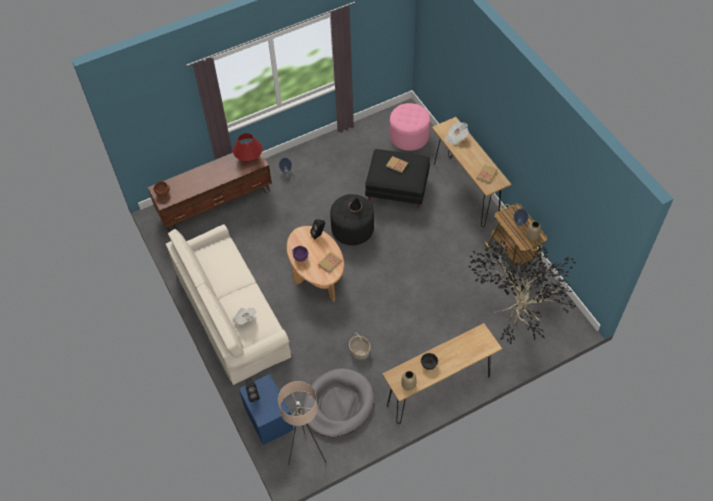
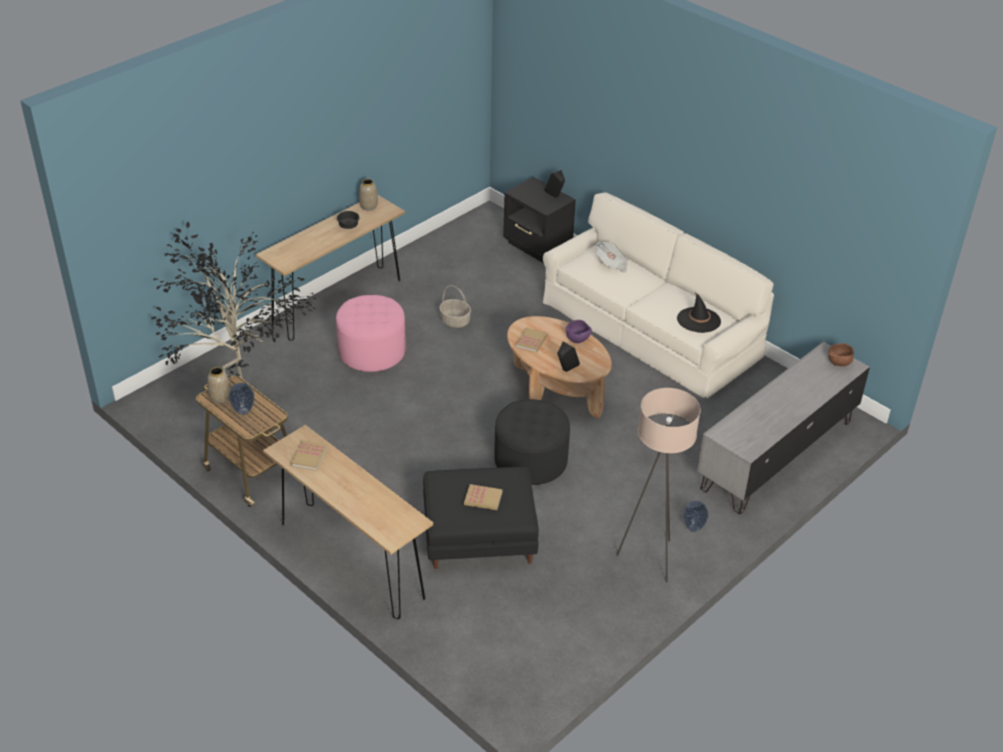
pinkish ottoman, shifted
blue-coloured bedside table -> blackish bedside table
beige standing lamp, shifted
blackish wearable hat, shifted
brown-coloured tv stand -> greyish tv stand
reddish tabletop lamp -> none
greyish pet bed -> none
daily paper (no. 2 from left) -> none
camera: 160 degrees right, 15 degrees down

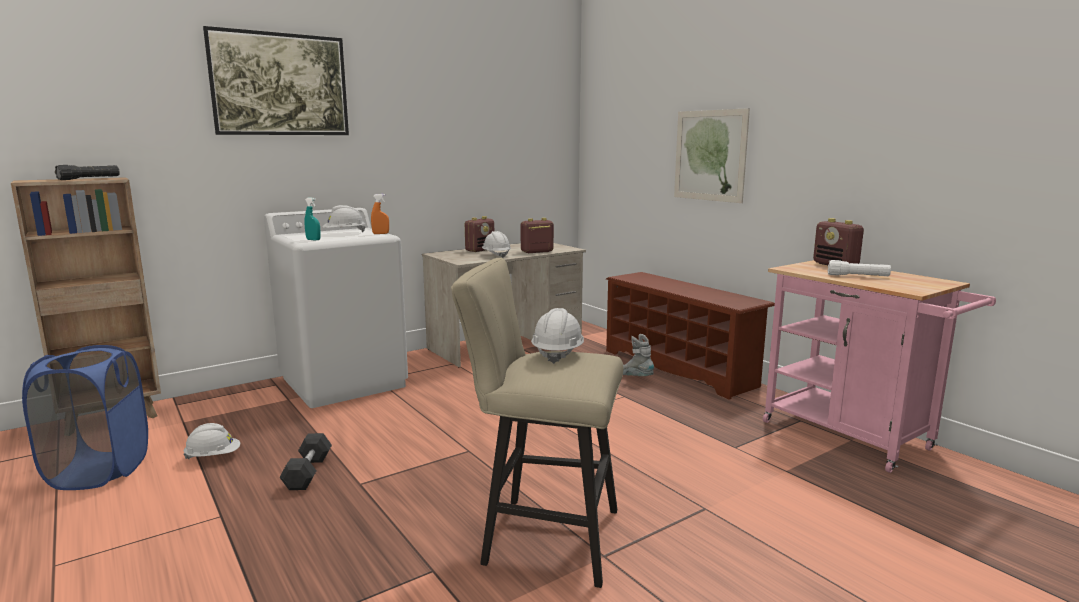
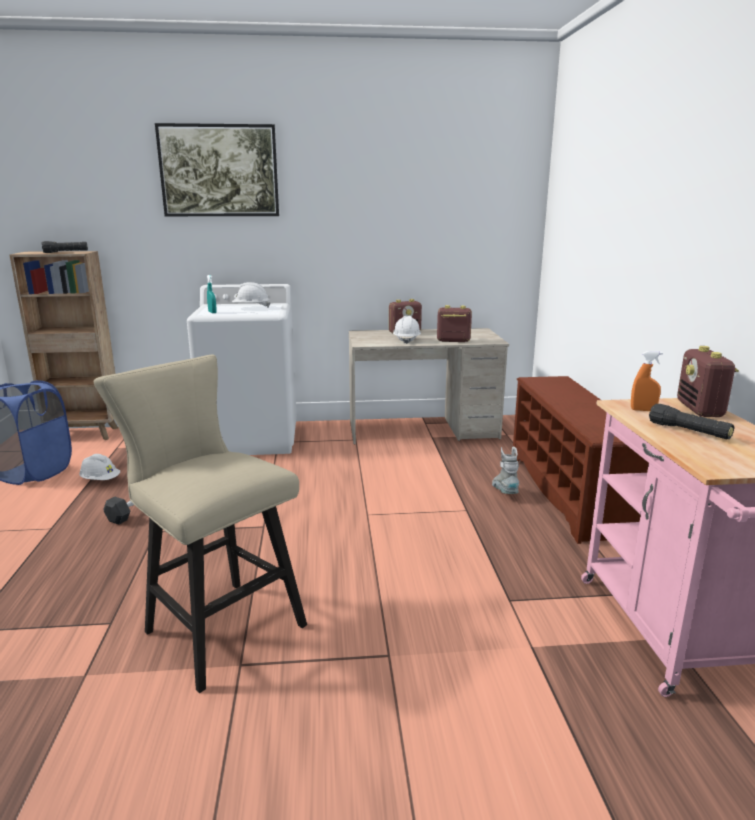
orange-coloured spray bottle, shifted
white torch -> blackish torch (no. 2 from left)
white safety helmet (no. 4 from left) -> none
wall picture (no. 2 from left) -> none
camera: 30 degrees right, 5 degrees up

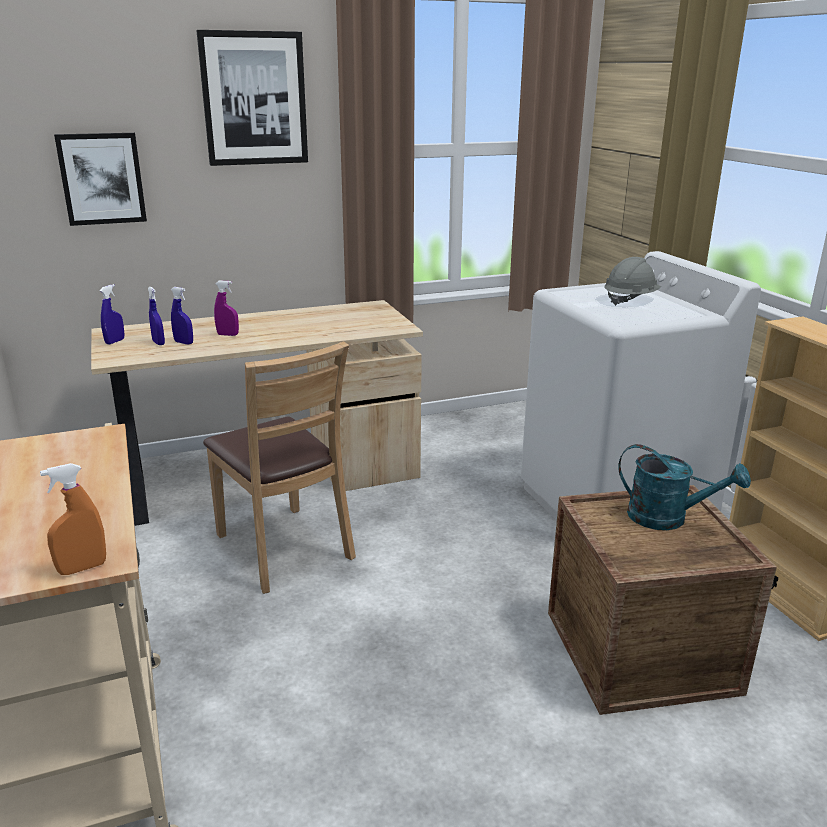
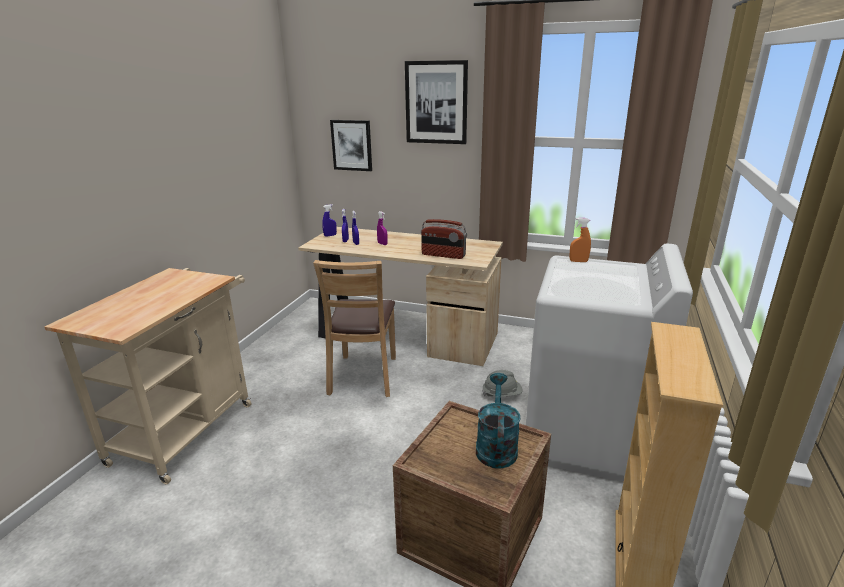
none -> radio receiver
blue-green watering can, 150 degrees counterclockwise
greyish safety helmet, shifted
orange-coloured spray bottle, shifted
camera: 40 degrees right, 0 degrees up

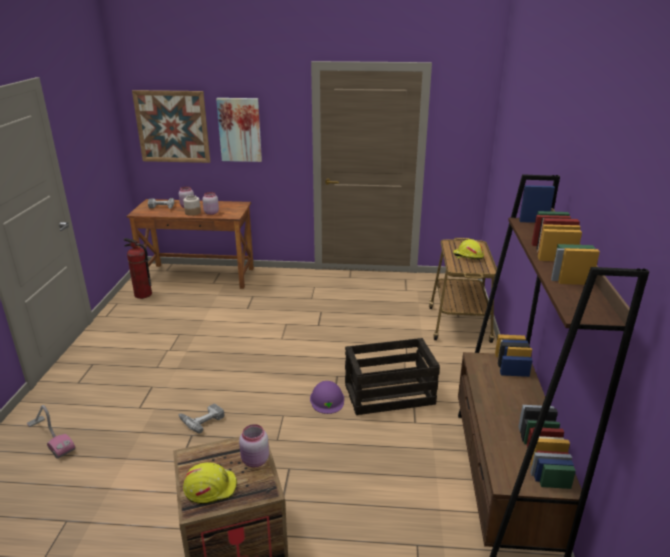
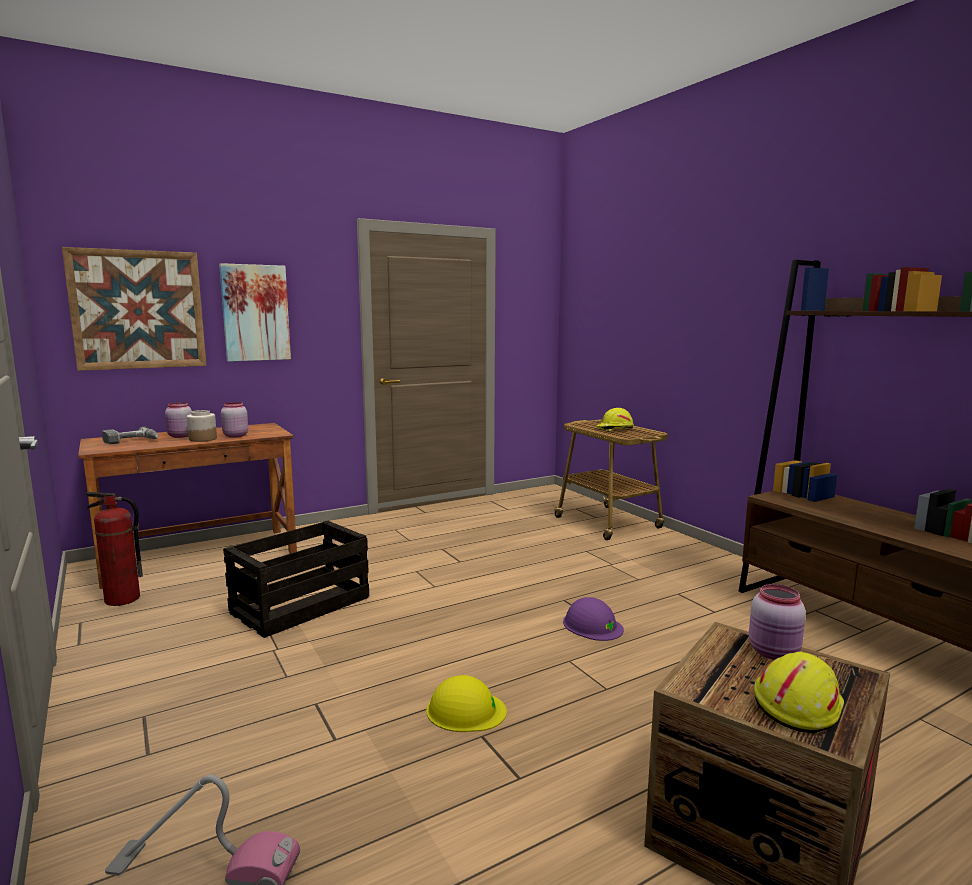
packing crate (no. 2 from left in the first image) -> packing crate (no. 1 from left), shifted
drill (no. 2 from left) -> yellowish safety helmet (no. 1 from left)
camera: 35 degrees left, 15 degrees down

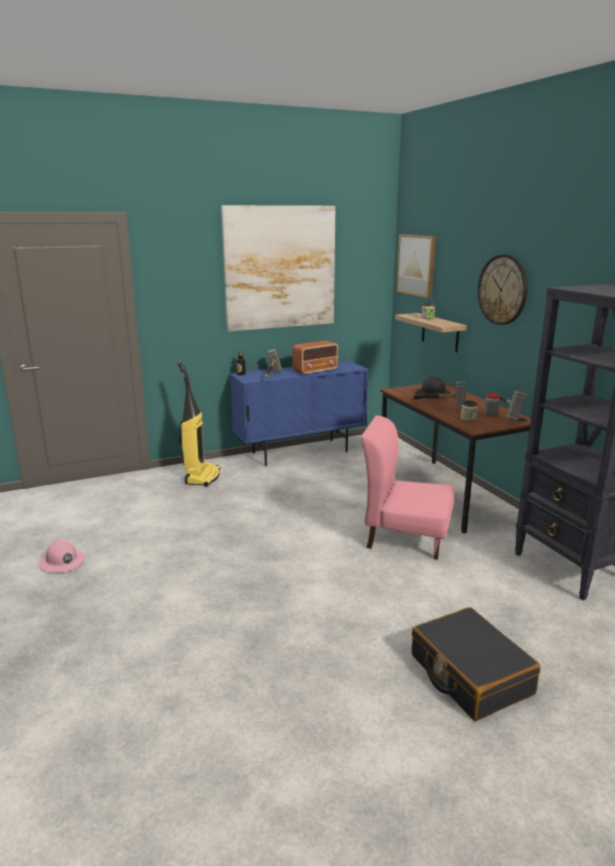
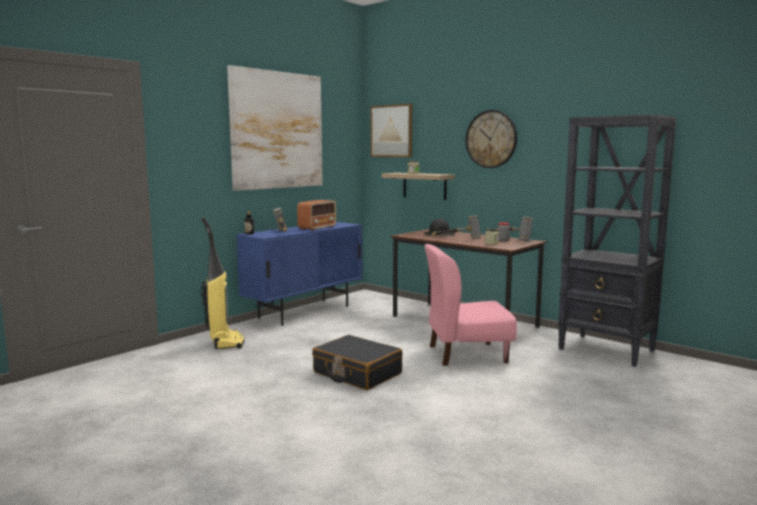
blackish piece of luggage, shifted
pinkish safety helmet -> none
camera: 25 degrees left, 10 degrees down

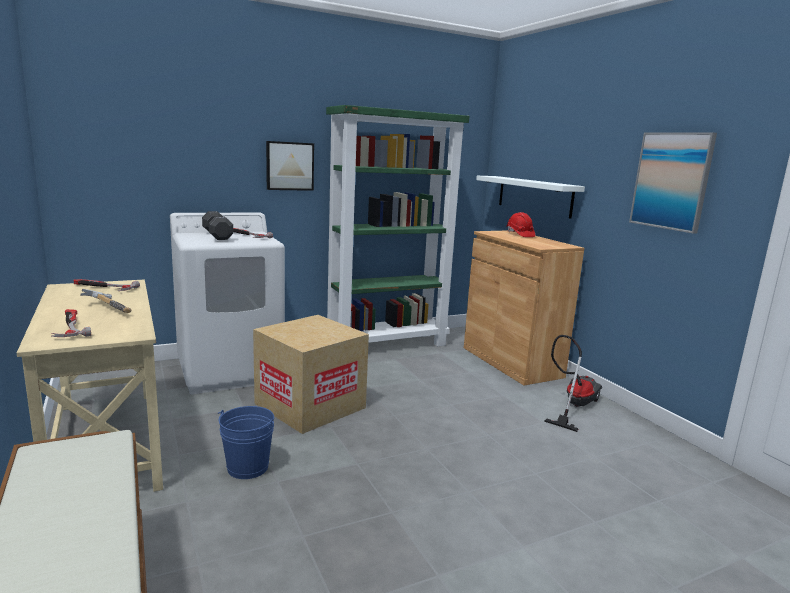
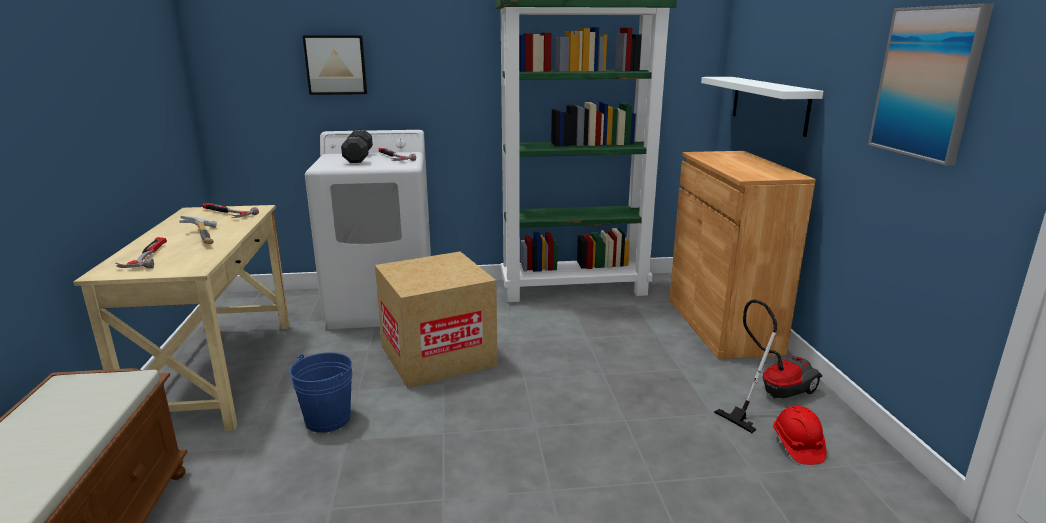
wall picture (no. 1 from left), shifted
reddish safety helmet, shifted
camera: 20 degrees right, 5 degrees up

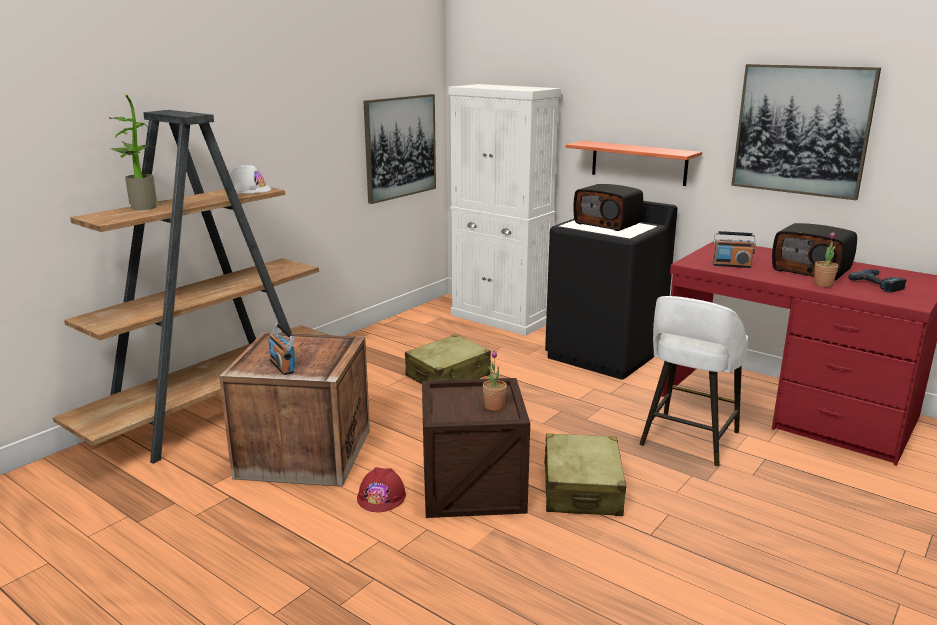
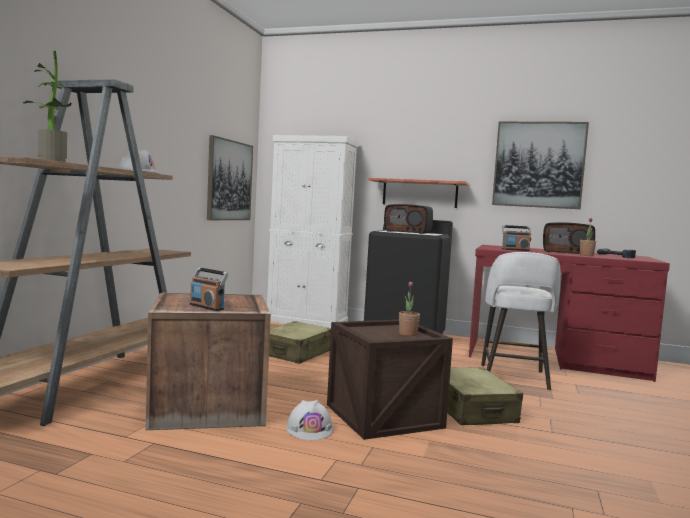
reddish safety helmet -> white safety helmet (no. 2 from left)
camera: 20 degrees left, 15 degrees down

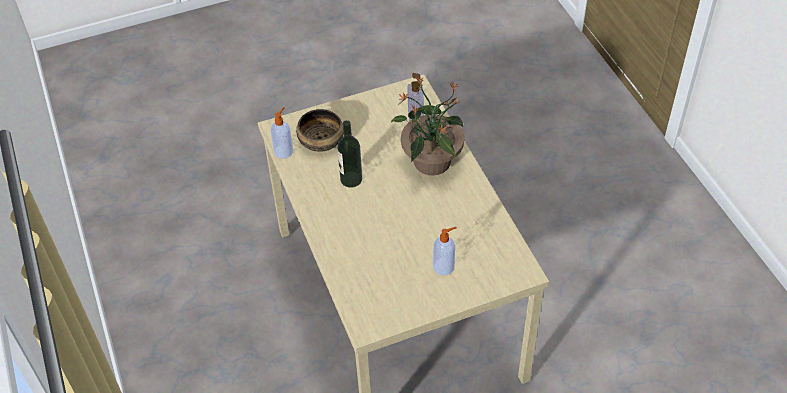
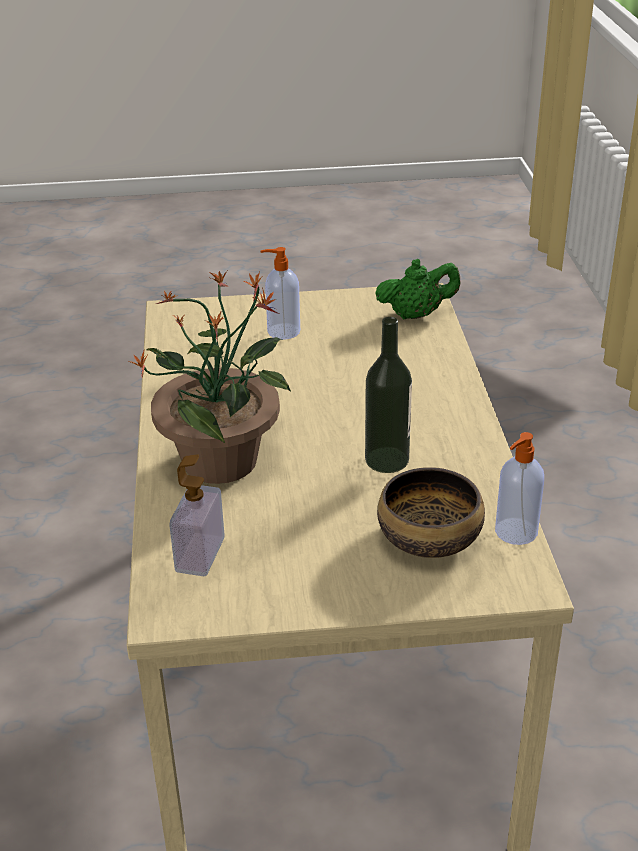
none -> greenish teapot
camera: 165 degrees left, 15 degrees down

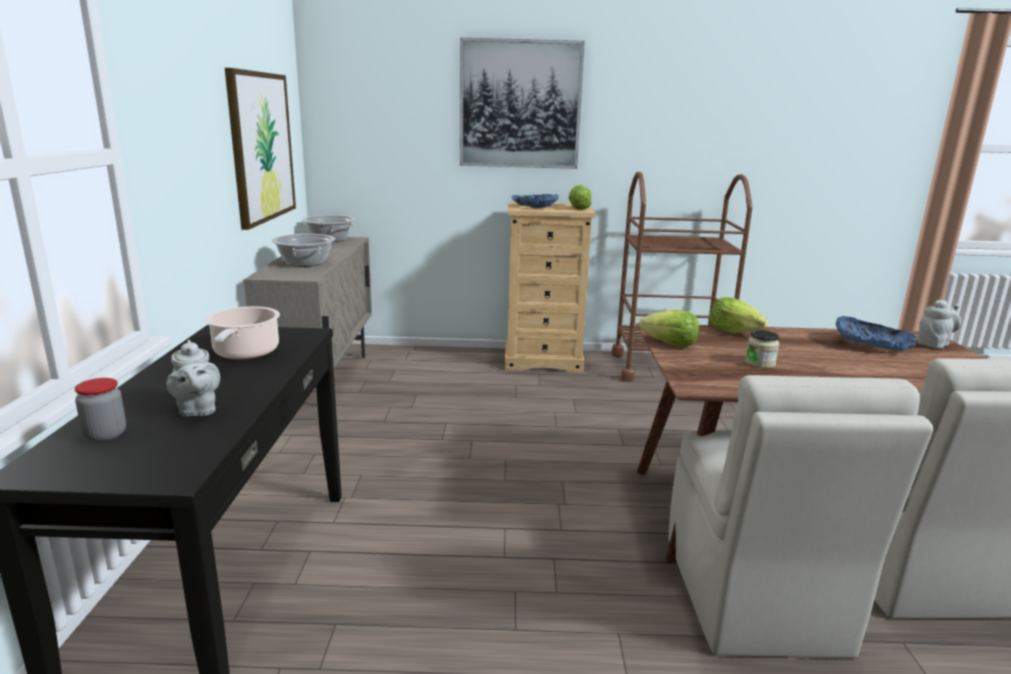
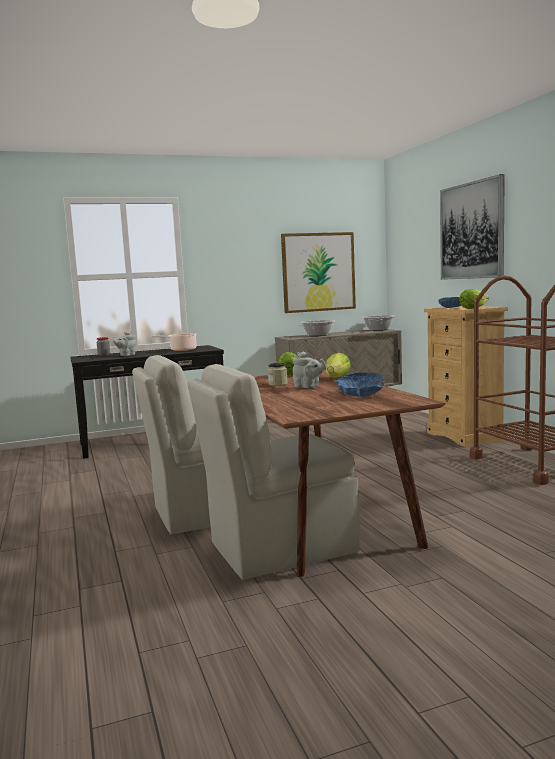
greyish teapot (no. 2 from left), shifted
camera: 70 degrees right, 10 degrees down

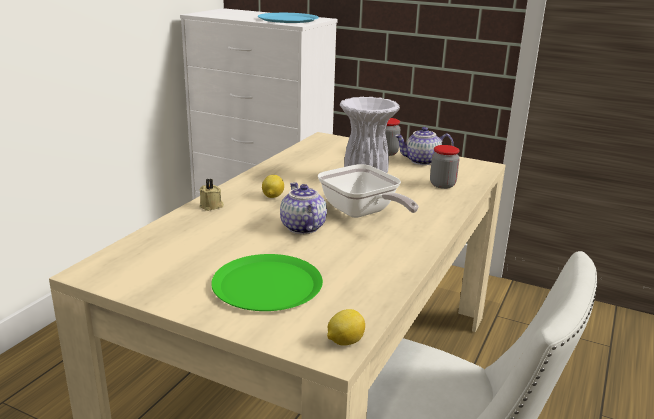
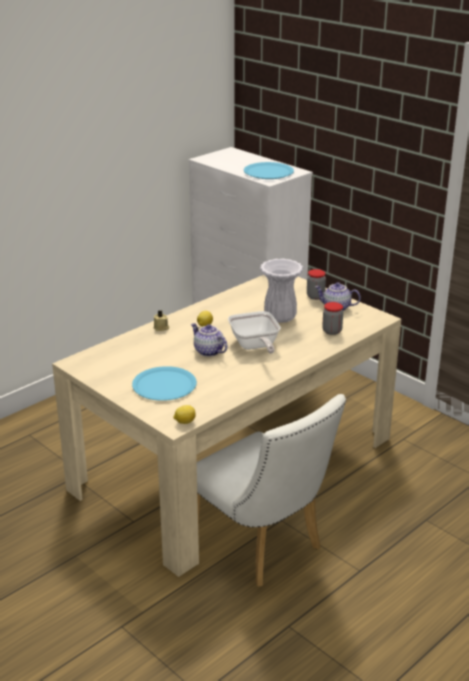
greenish plate -> blue-coloured plate (no. 1 from left)
teapot (no. 1 from left), 45 degrees counterclockwise
camera: 20 degrees right, 5 degrees up

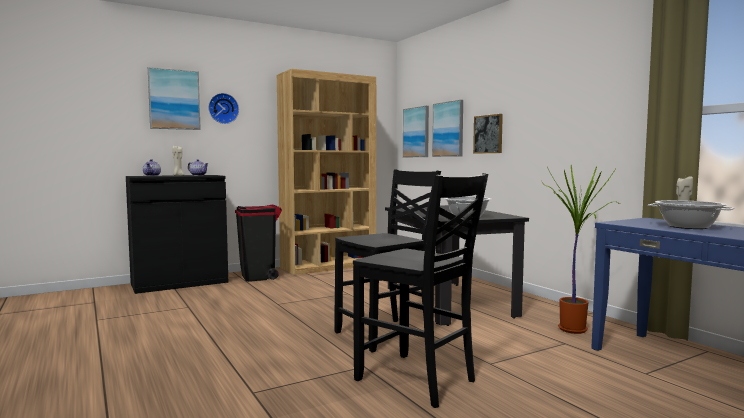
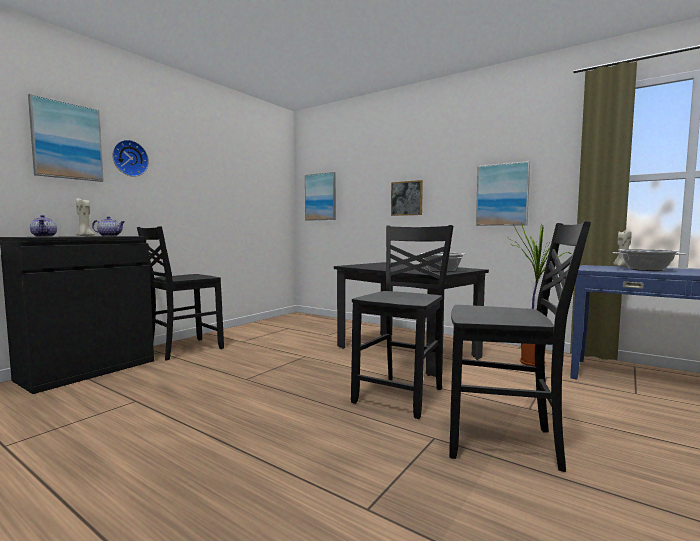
blackish trash can -> blackish chair (no. 1 from left)
wall picture (no. 3 from left in the first image) -> wall picture (no. 4 from left), shifted
brown-coloured bookcase -> none
camera: 25 degrees left, 0 degrees up

